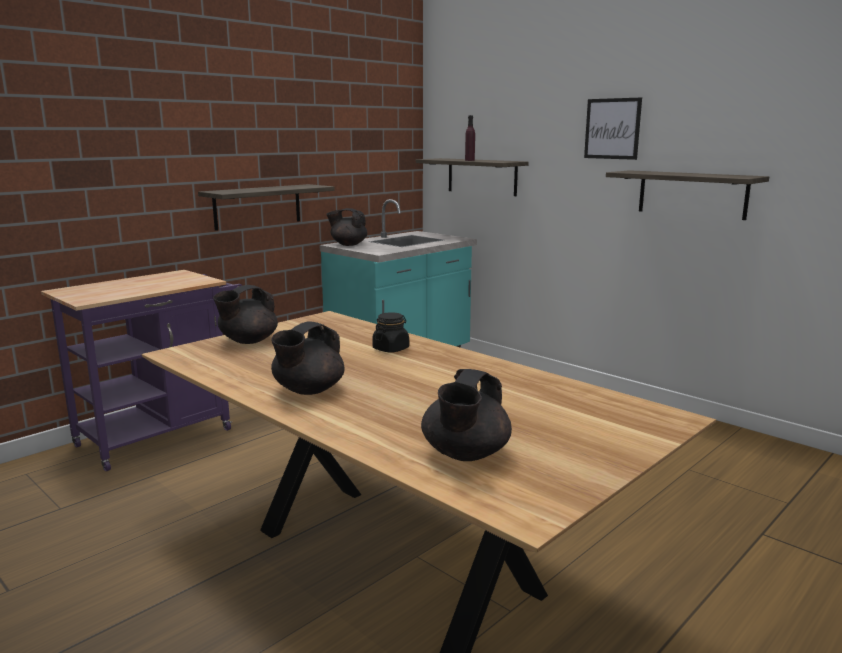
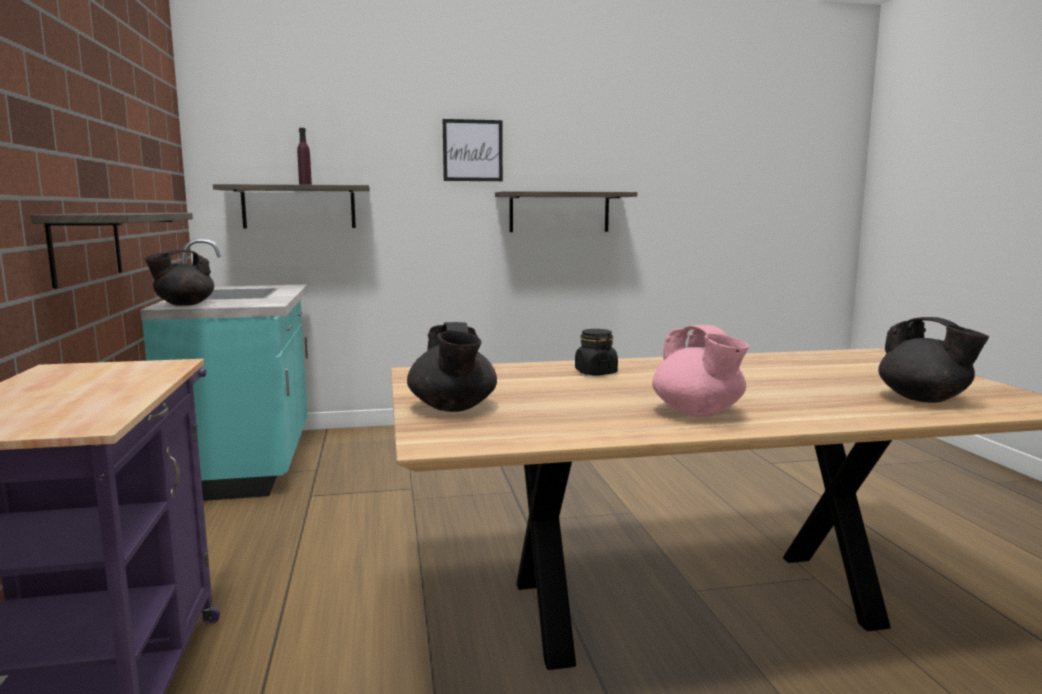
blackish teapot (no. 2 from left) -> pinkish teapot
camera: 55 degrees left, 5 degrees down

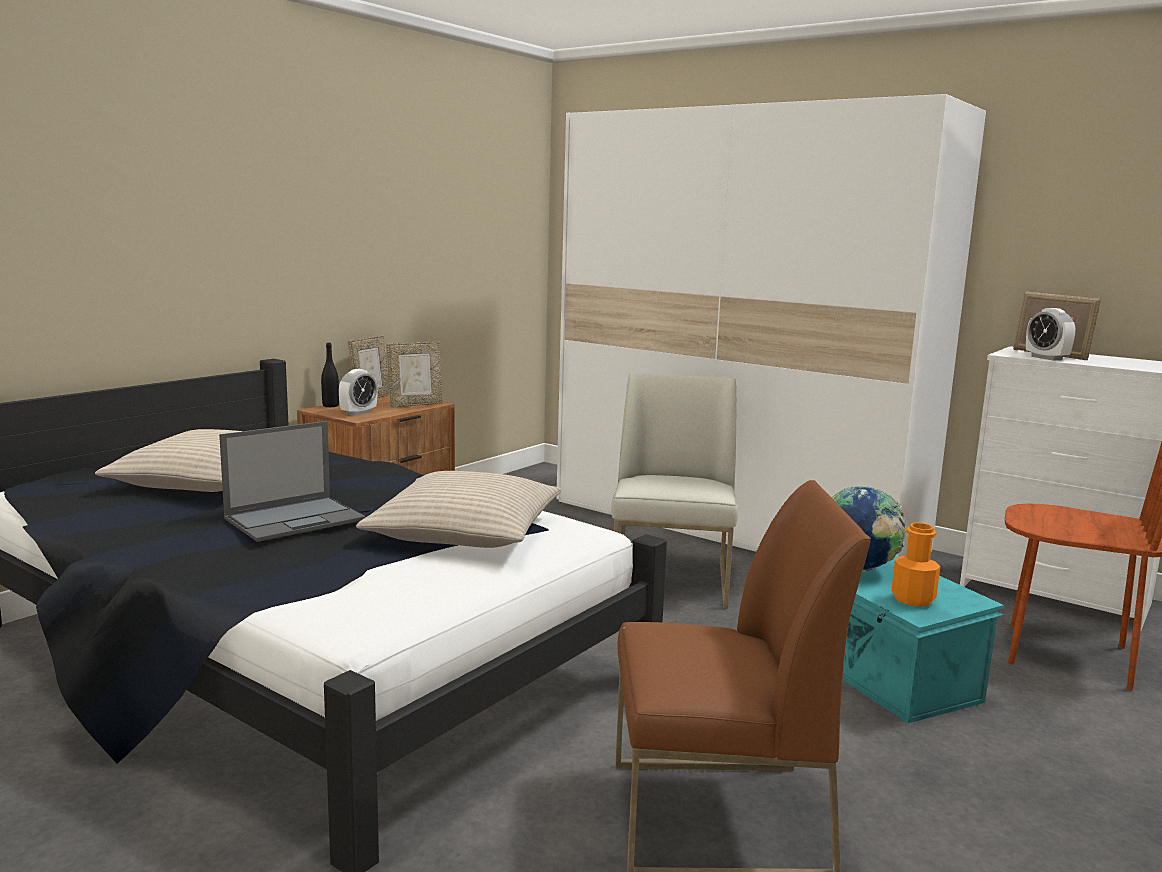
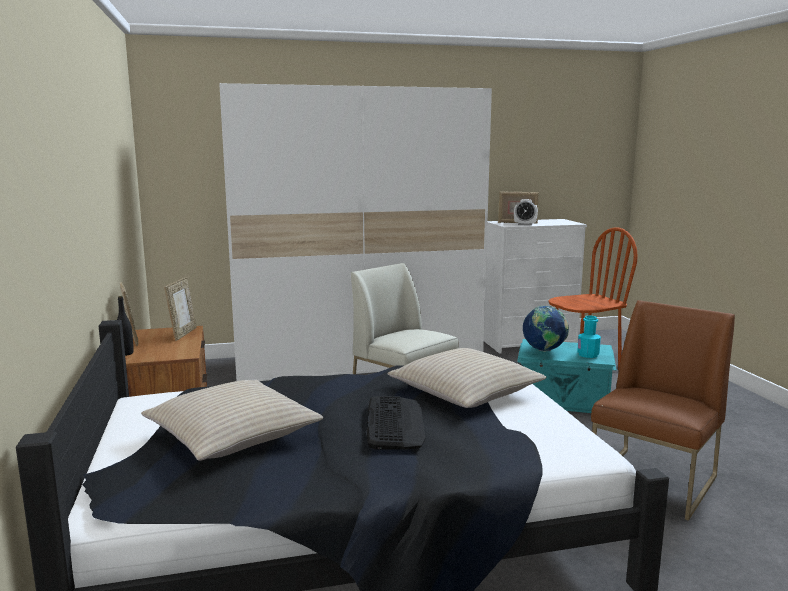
laptop -> keyboard
orange-coloured drink bottle -> blue-green drink bottle
bedside clock (no. 1 from left) -> none
camera: 50 degrees left, 0 degrees up

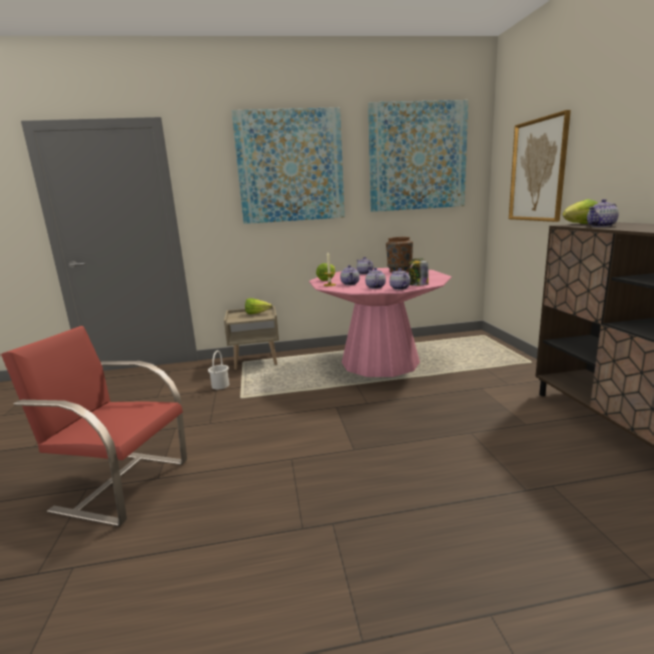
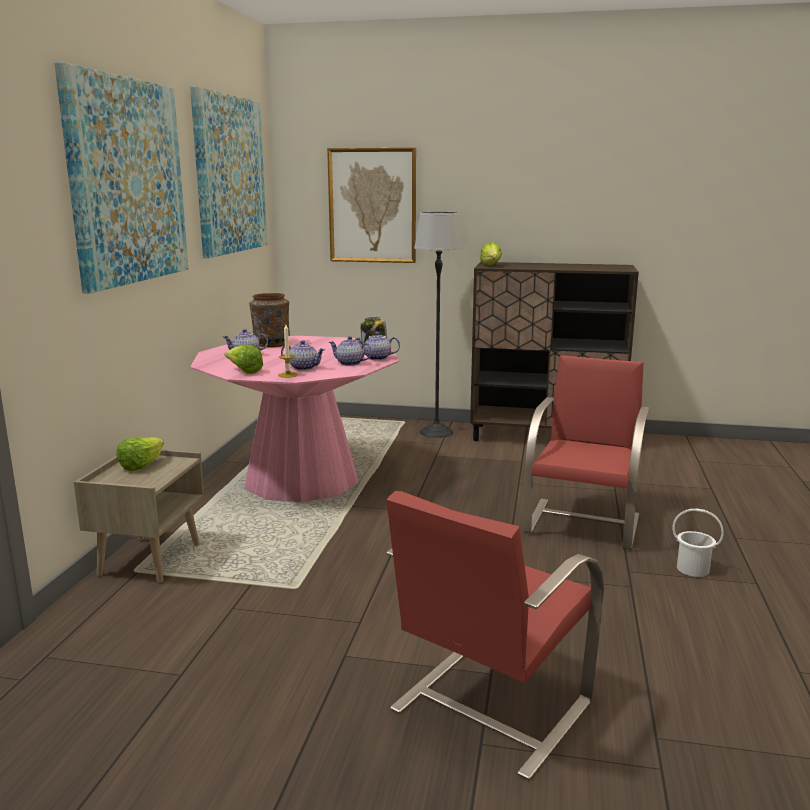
none -> standing lamp
none -> reddish chair (no. 2 from left)
white water bucket, shifted
teapot (no. 5 from left) -> none
camera: 70 degrees left, 0 degrees up

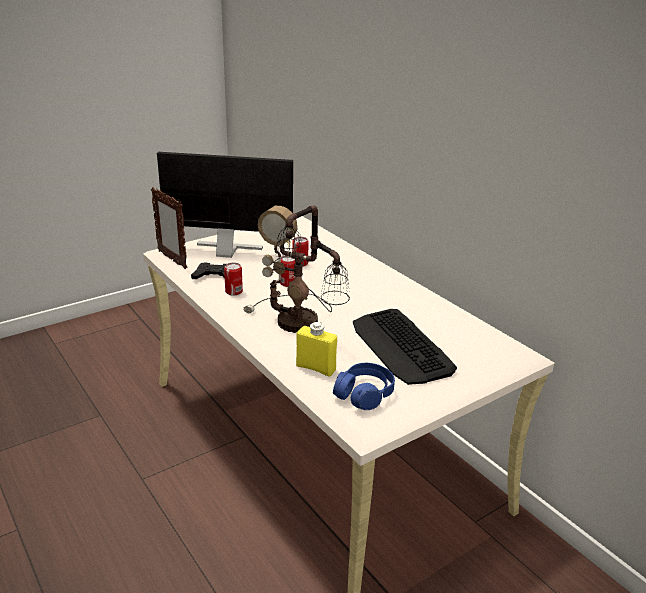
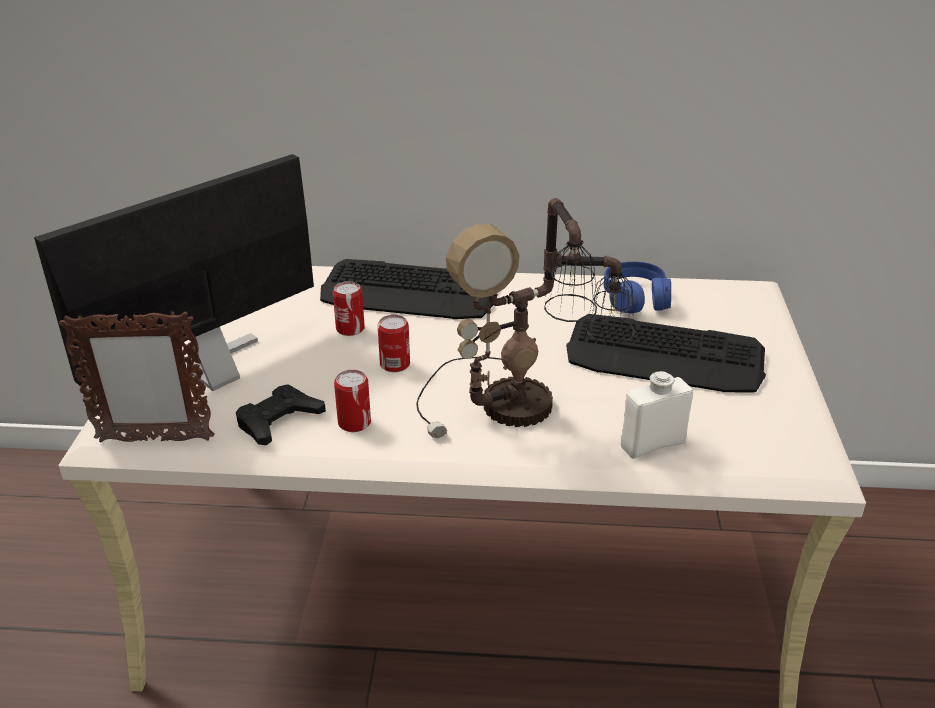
none -> keyboard (no. 1 from left)
blue-coloured pair of headphones, shifted
yellowish drink bottle -> white drink bottle
camera: 50 degrees left, 5 degrees up

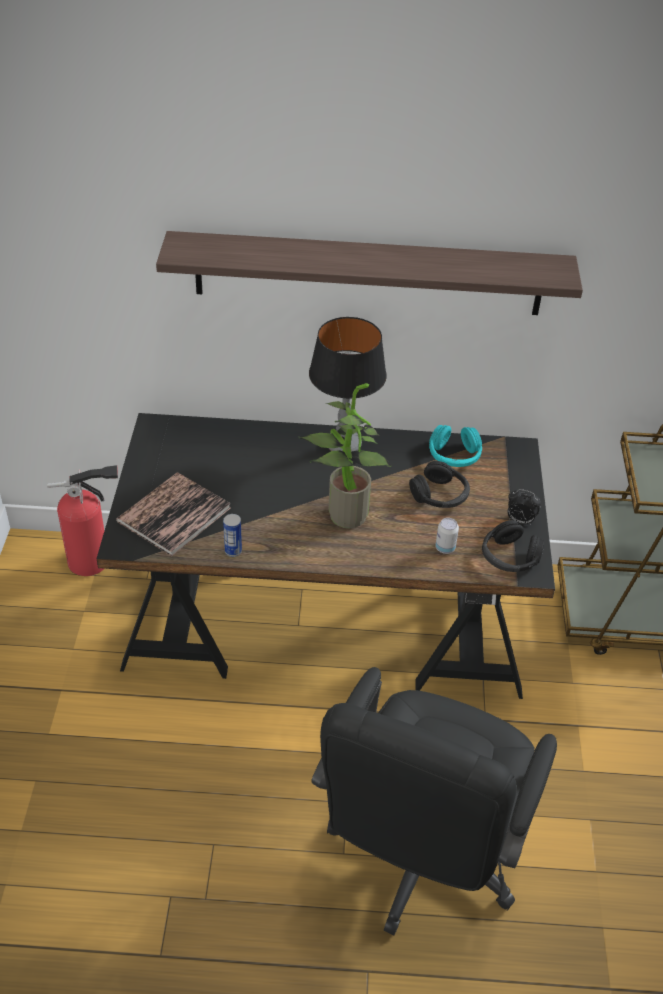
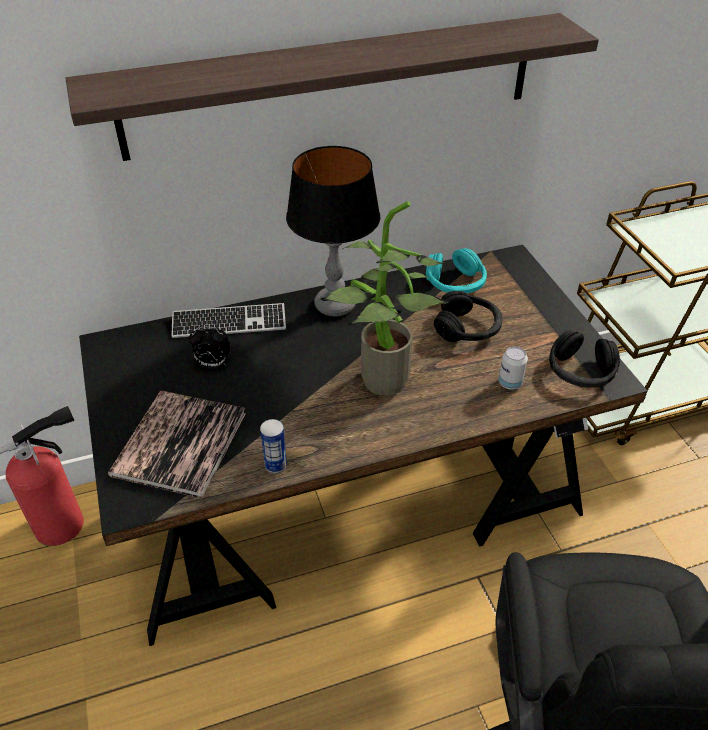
none -> keyboard
bedside clock, shifted
camera: 20 degrees left, 0 degrees up

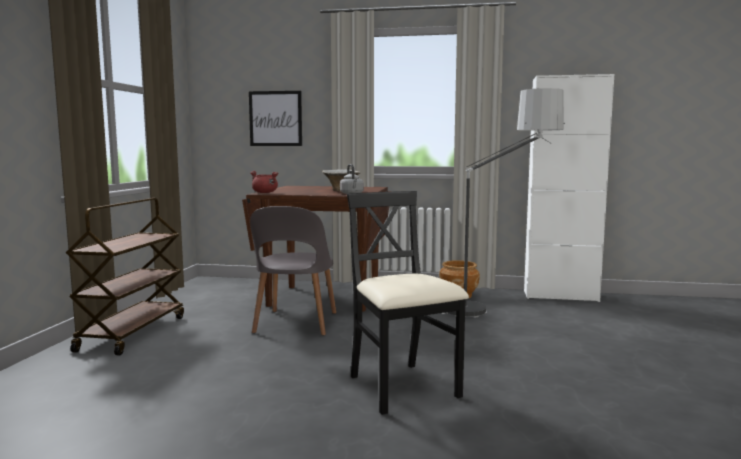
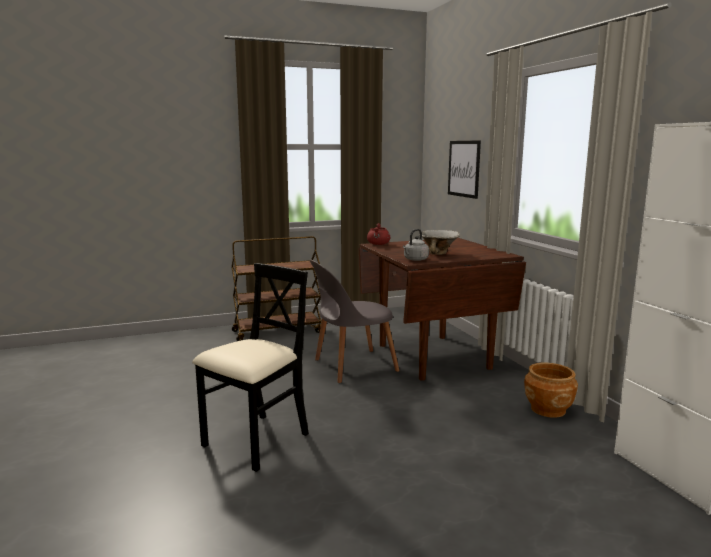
standing lamp -> none
camera: 60 degrees right, 5 degrees up

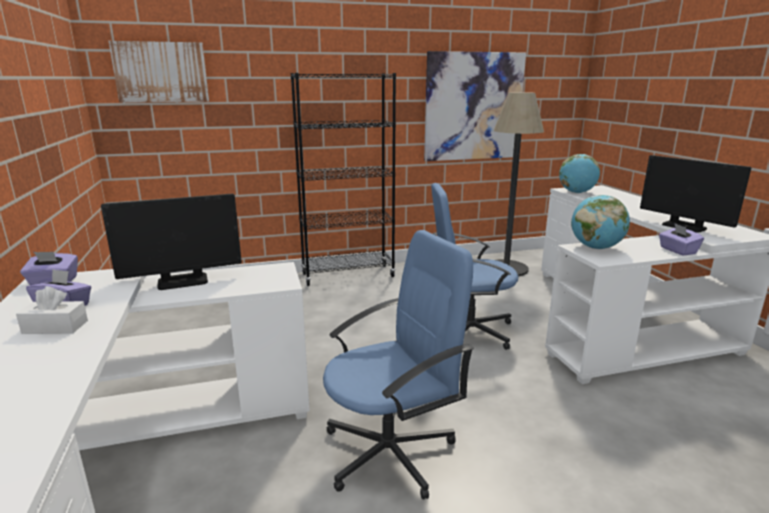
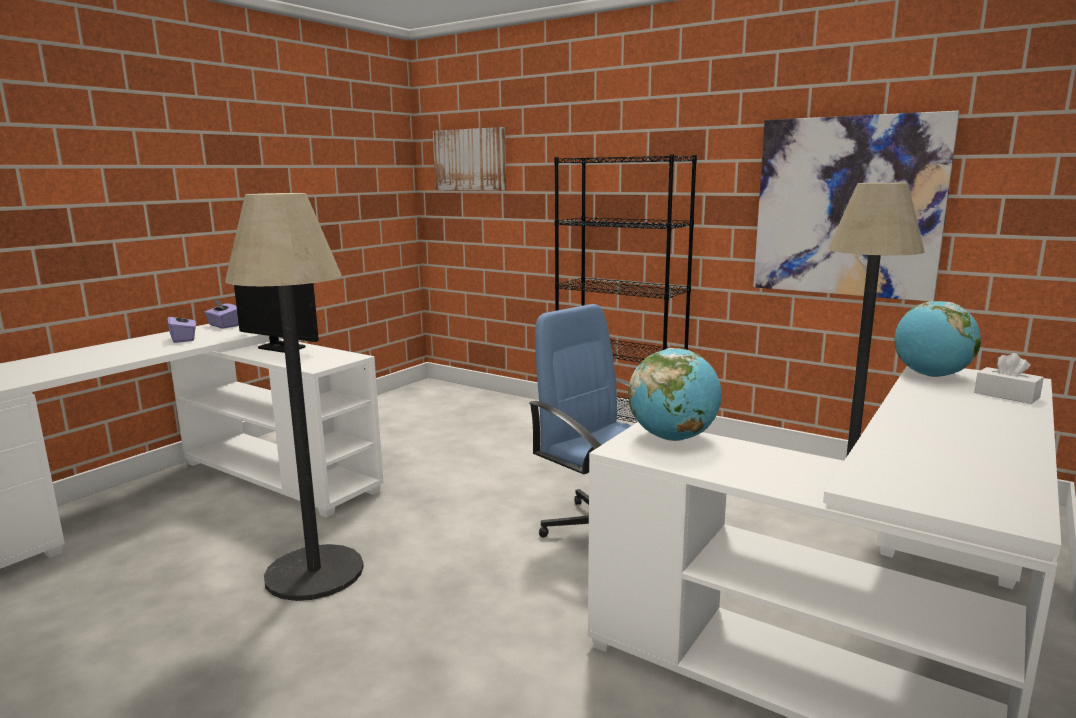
blue-coloured desk chair (no. 1 from left) -> standing lamp (no. 1 from left)
white tissue holder, shifted
monitor (no. 2 from left) -> none
purple-coloured tissue holder (no. 3 from left) -> none
camera: 50 degrees right, 5 degrees down

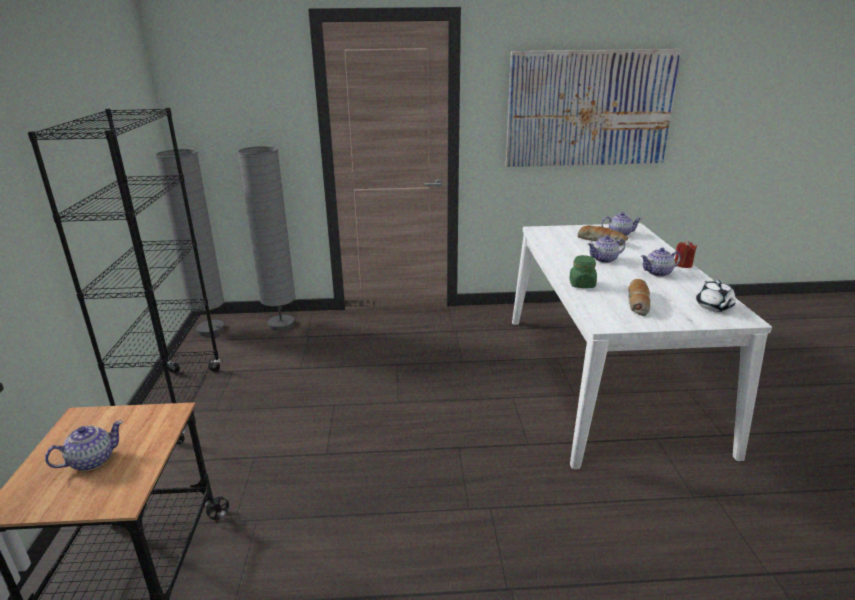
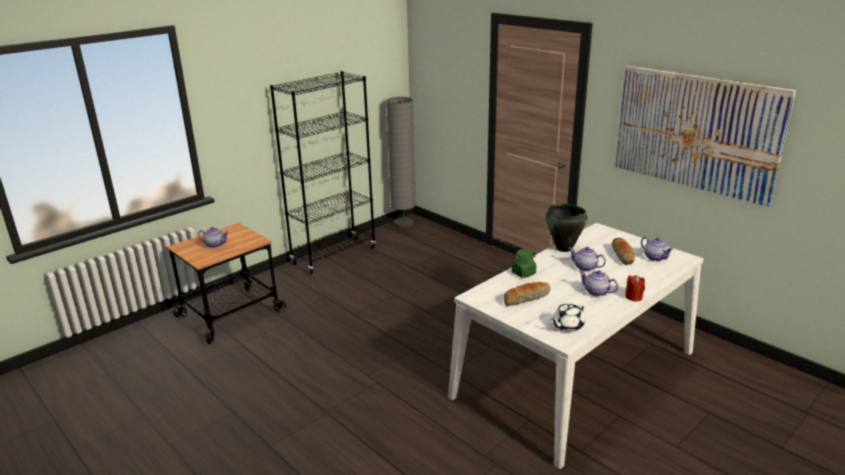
none -> blackish saucepot
greyish standing lamp (no. 2 from left) -> none
camera: 50 degrees right, 0 degrees up

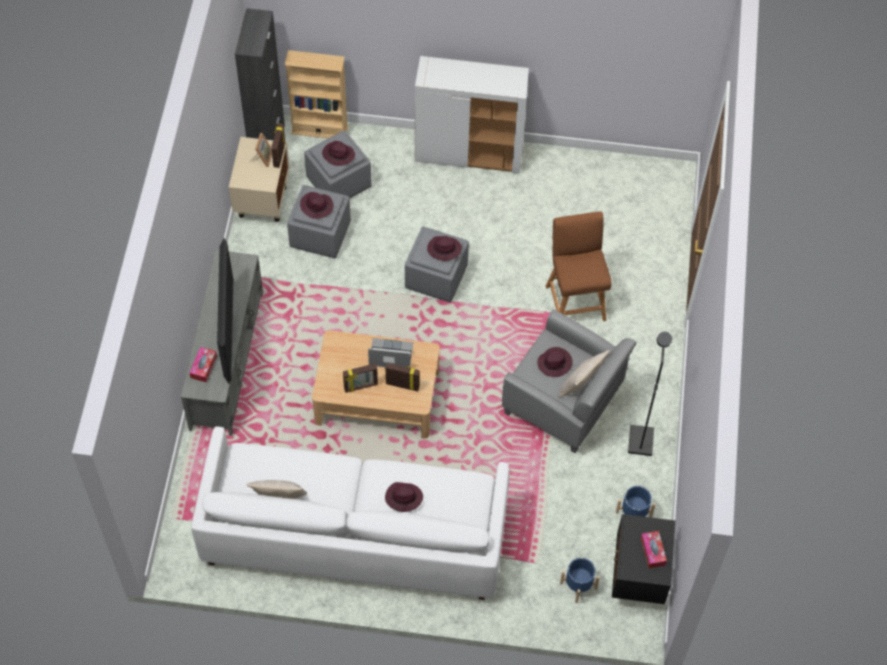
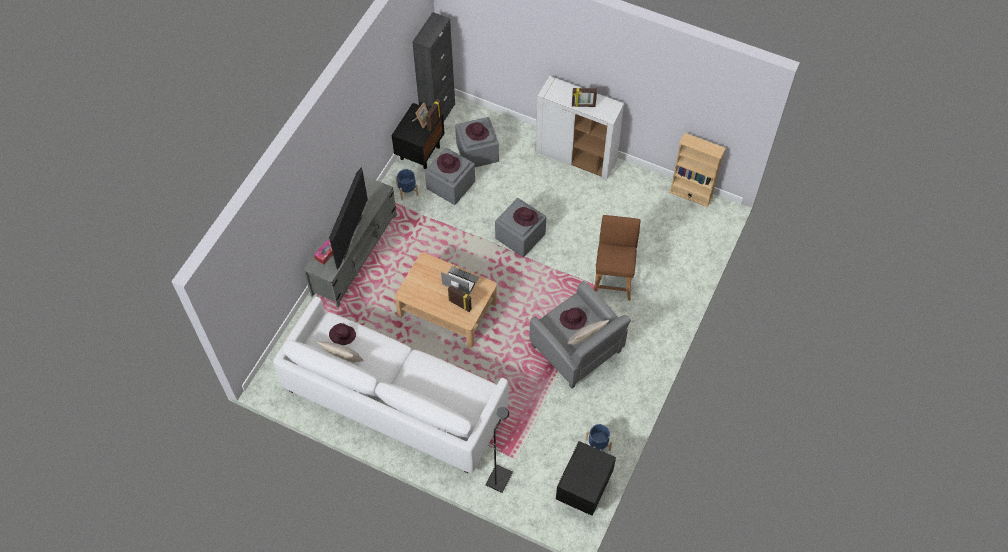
purple-coloured wearable hat (no. 3 from left in the first image) -> purple-coloured wearable hat (no. 1 from left), shifted
beige bedside table -> blackish bedside table (no. 1 from left)
blue-coloured plant pot (no. 1 from left), shifted
blackish standing lamp, shifted
picture frame (no. 3 from left in the first image) -> picture frame (no. 4 from left), shifted
beige bookcase, shifted
tissue holder (no. 2 from left) -> none
camera: 20 degrees right, 0 degrees up

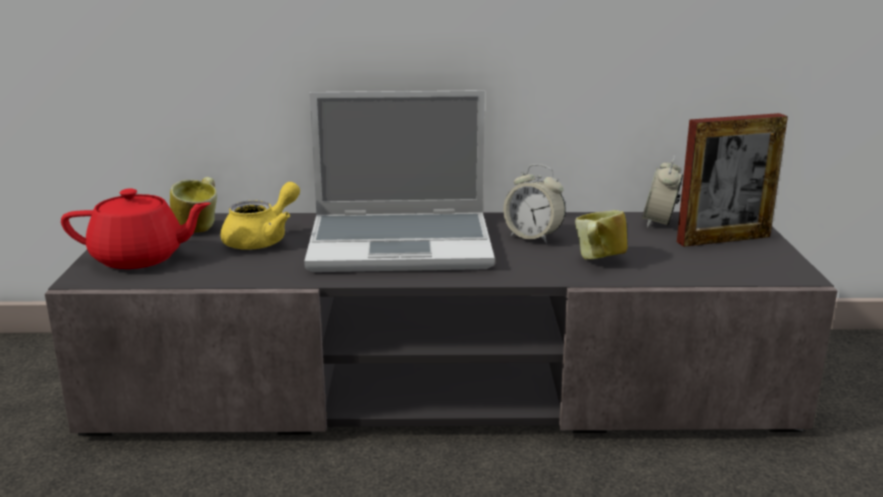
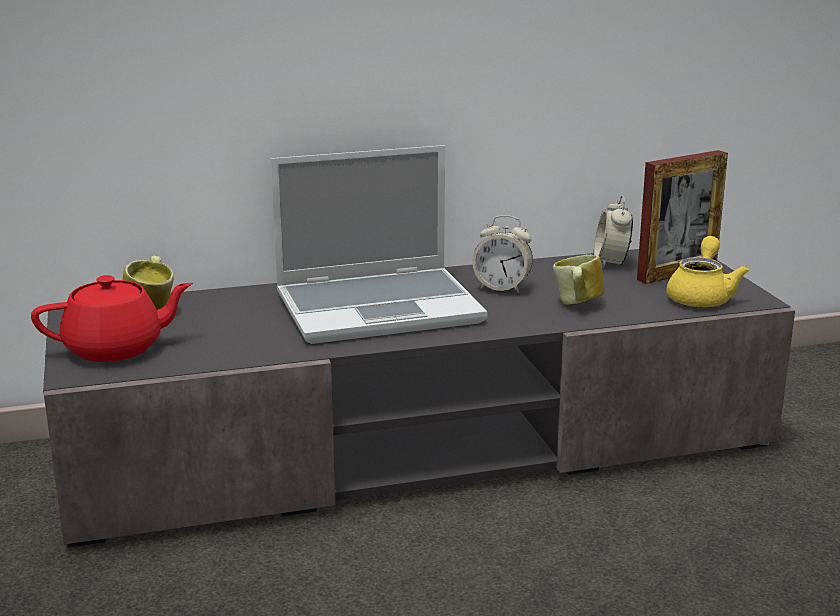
yellowish teapot, shifted
camera: 15 degrees left, 0 degrees up

